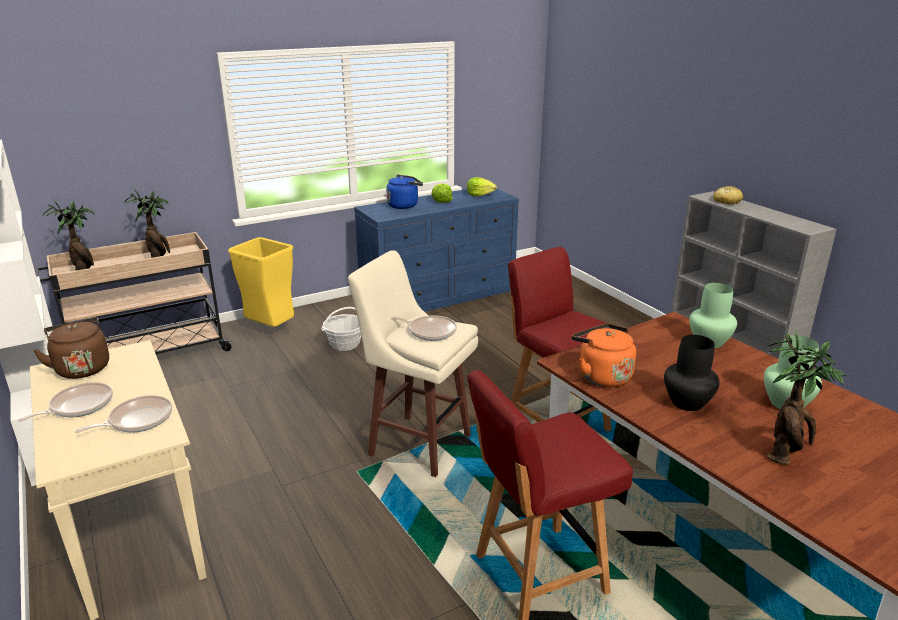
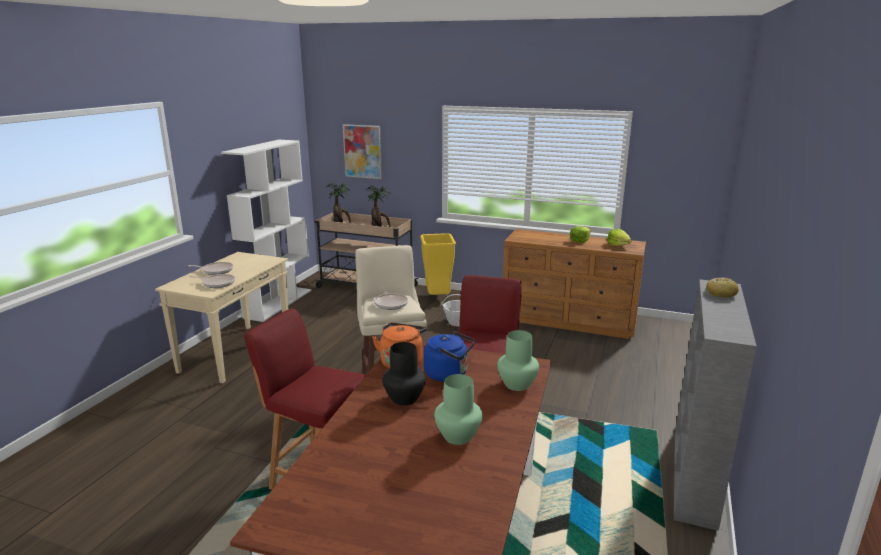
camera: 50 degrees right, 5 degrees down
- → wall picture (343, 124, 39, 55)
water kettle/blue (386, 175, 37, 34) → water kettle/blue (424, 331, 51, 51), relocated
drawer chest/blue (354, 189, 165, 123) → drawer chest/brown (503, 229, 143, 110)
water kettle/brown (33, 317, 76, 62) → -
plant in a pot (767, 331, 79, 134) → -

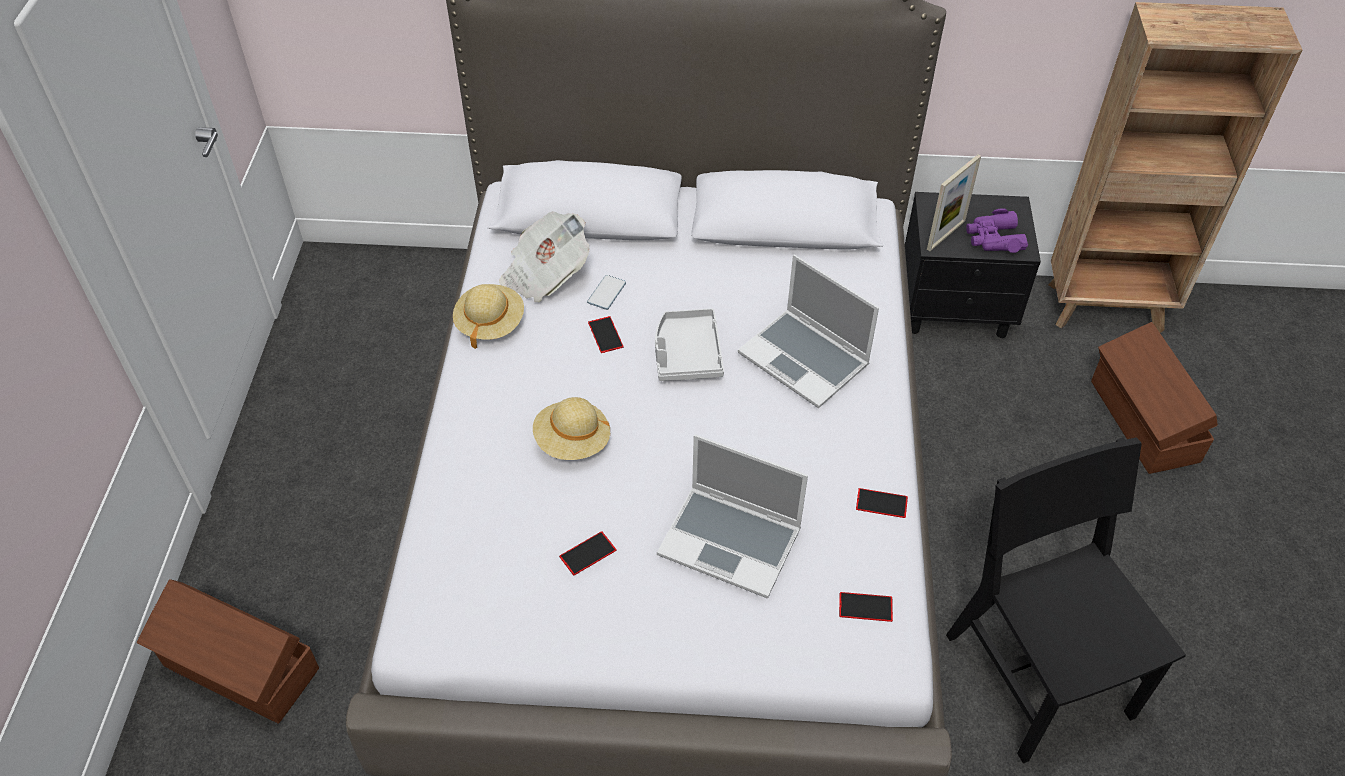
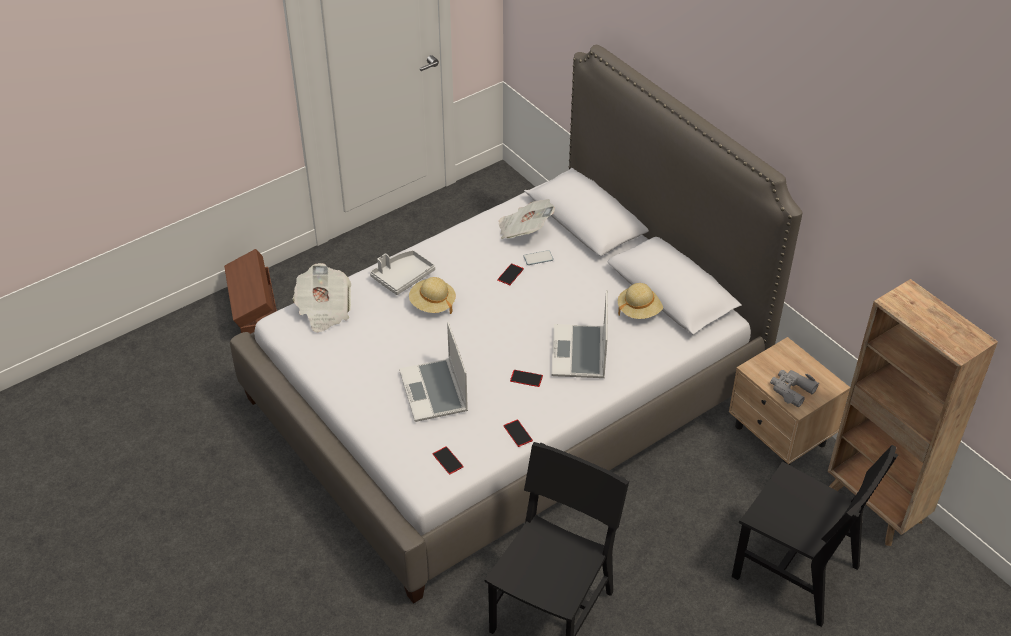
camera: 50 degrees right, 5 degrees down
- → daily paper (293, 263, 58, 70)
carrying tray/grey (655, 308, 69, 73) → carrying tray/grey (370, 250, 65, 45), relocated
telephone (559, 531, 57, 44) → telephone (510, 370, 33, 17), relocated
hat/beige-coloured (453, 284, 71, 65) → hat/beige-coloured (618, 283, 45, 36), relocated
bedside table/blackish (905, 192, 136, 146) → bedside table/beige-coloured (729, 337, 121, 128)
storage box/brown (1091, 322, 127, 152) → upright chair/blackish (732, 445, 166, 182)
pair of binoculars/purple (966, 208, 62, 45) → pair of binoculars/grey (770, 370, 49, 37)
picture frame (927, 154, 54, 97) → -

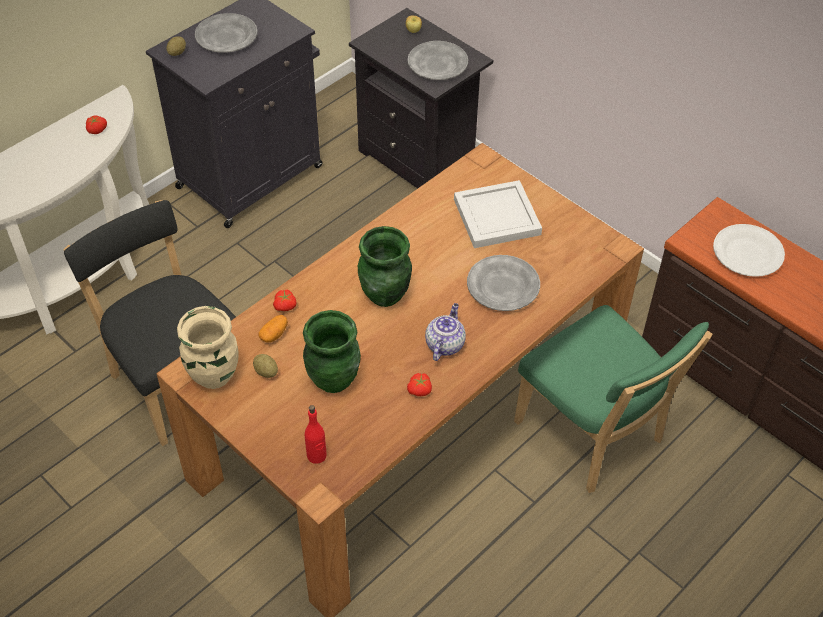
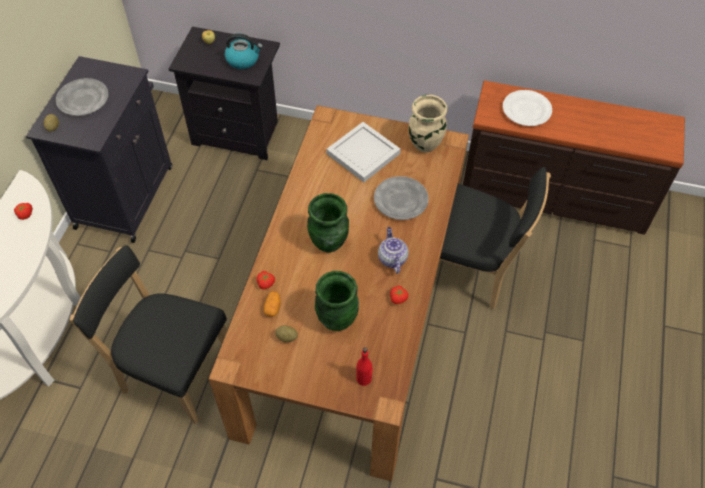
camera: 30 degrees left, 5 degrees up
dinner plate/grey (408, 41, 60, 39) → water kettle (225, 33, 38, 36)
decorative vase/beige-coloured (177, 306, 62, 83) → decorative vase/beige-coloured (409, 95, 39, 57), relocated
upright chair/green (514, 305, 199, 188) → upright chair/blackish (440, 167, 111, 142)

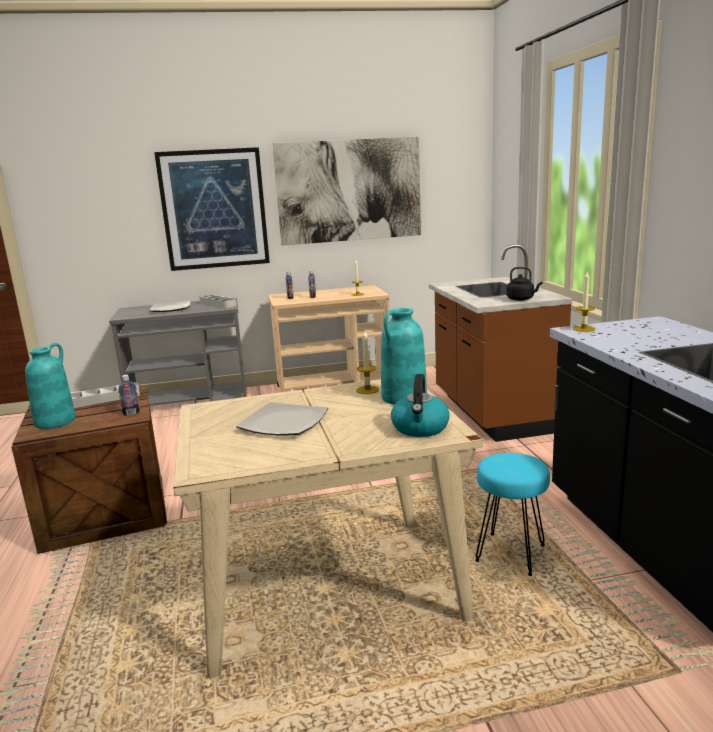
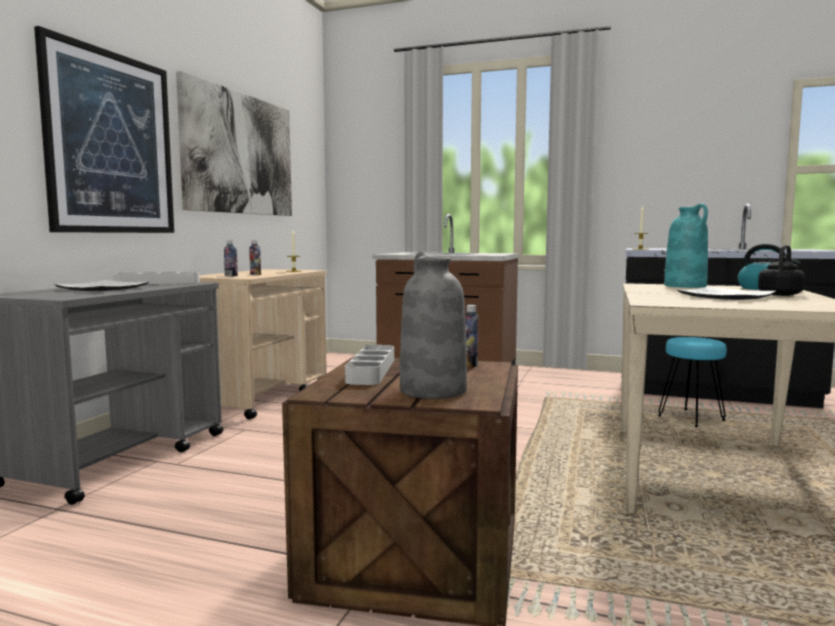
camera: 60 degrees left, 10 degrees down
decorative vase/turquoise-coloured (25, 342, 51, 87) → decorative vase/grey (400, 252, 67, 147)
water kettle/blackish (506, 267, 37, 34) → water kettle/blackish (758, 245, 47, 51), relocated
candle (356, 329, 23, 65) → -

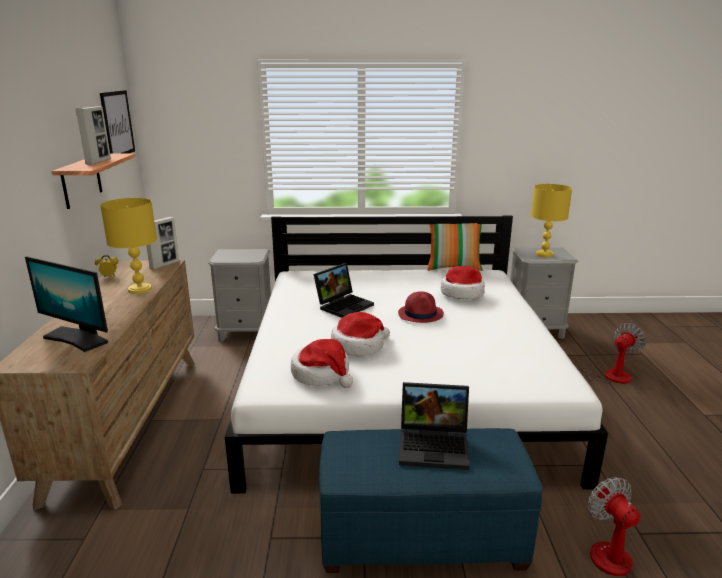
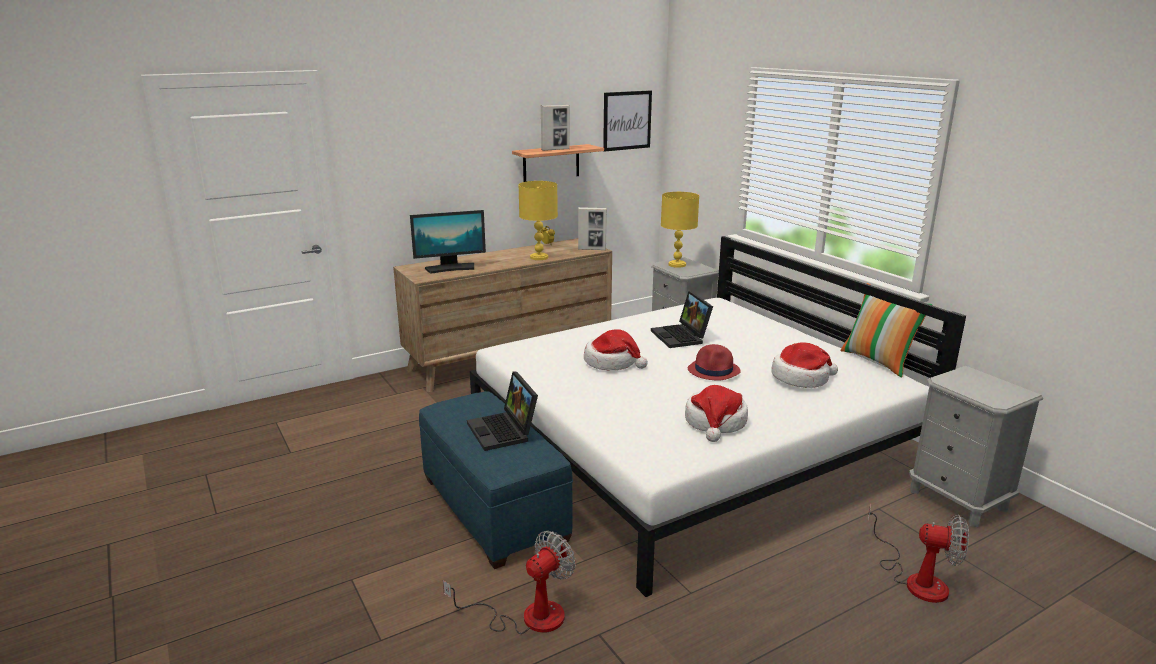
camera: 60 degrees right, 0 degrees up
monitor (25, 256, 83, 96) → monitor (410, 210, 76, 64), 105 degrees counterclockwise
portable computer (314, 263, 60, 55) → portable computer (651, 291, 62, 57), 60 degrees clockwise
table lamp/yellow (531, 184, 41, 73) → table lamp/yellow (661, 192, 38, 76), relocated
hat (291, 339, 62, 49) → hat (685, 385, 63, 57), relocated

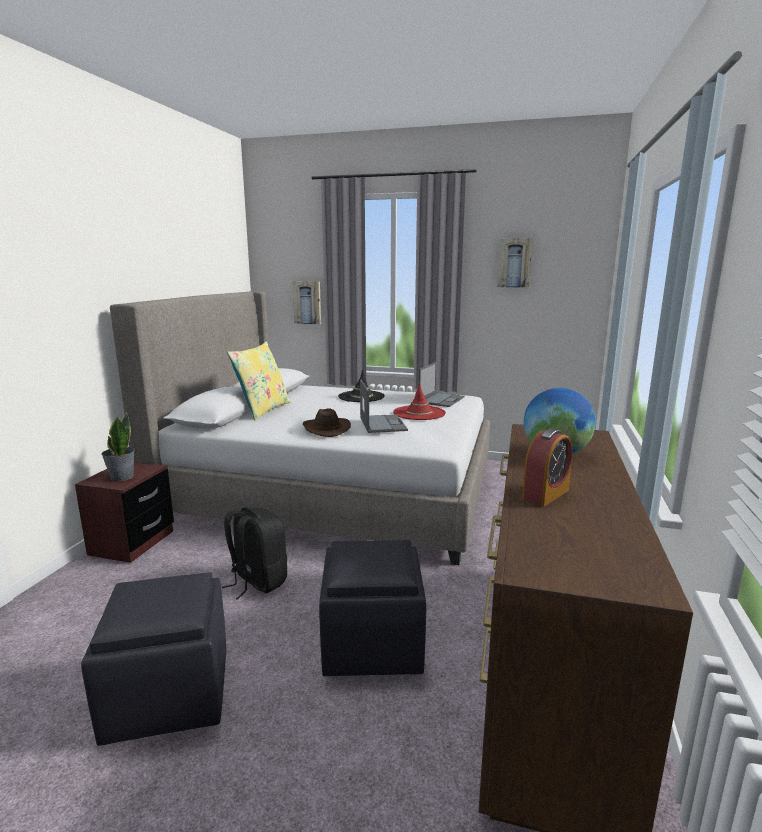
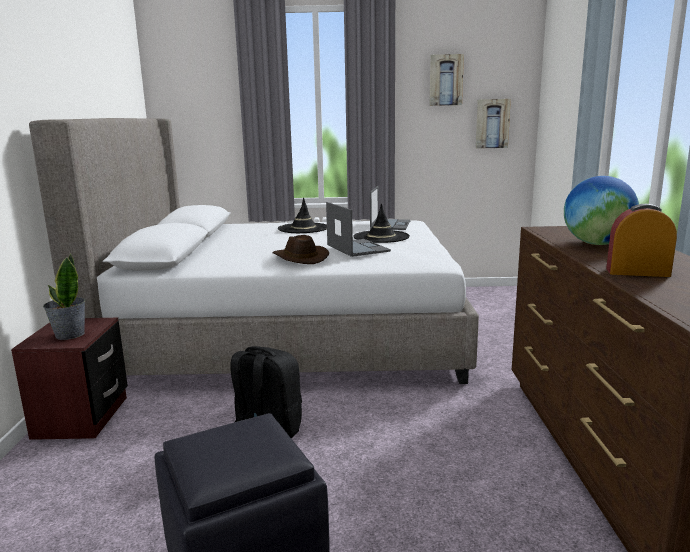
camera: 15 degrees left, 0 degrees up
hat/red-coloured (393, 382, 53, 38) → hat/blackish (353, 203, 57, 40)
wall picture (292, 281, 29, 43) → wall picture (476, 99, 35, 50), relocated
table clock (522, 429, 51, 78) → table clock (606, 204, 71, 73), 105 degrees counterclockwise
throw pillow/yellow (227, 342, 63, 78) → -
pouffe/blackish (319, 540, 107, 136) → -

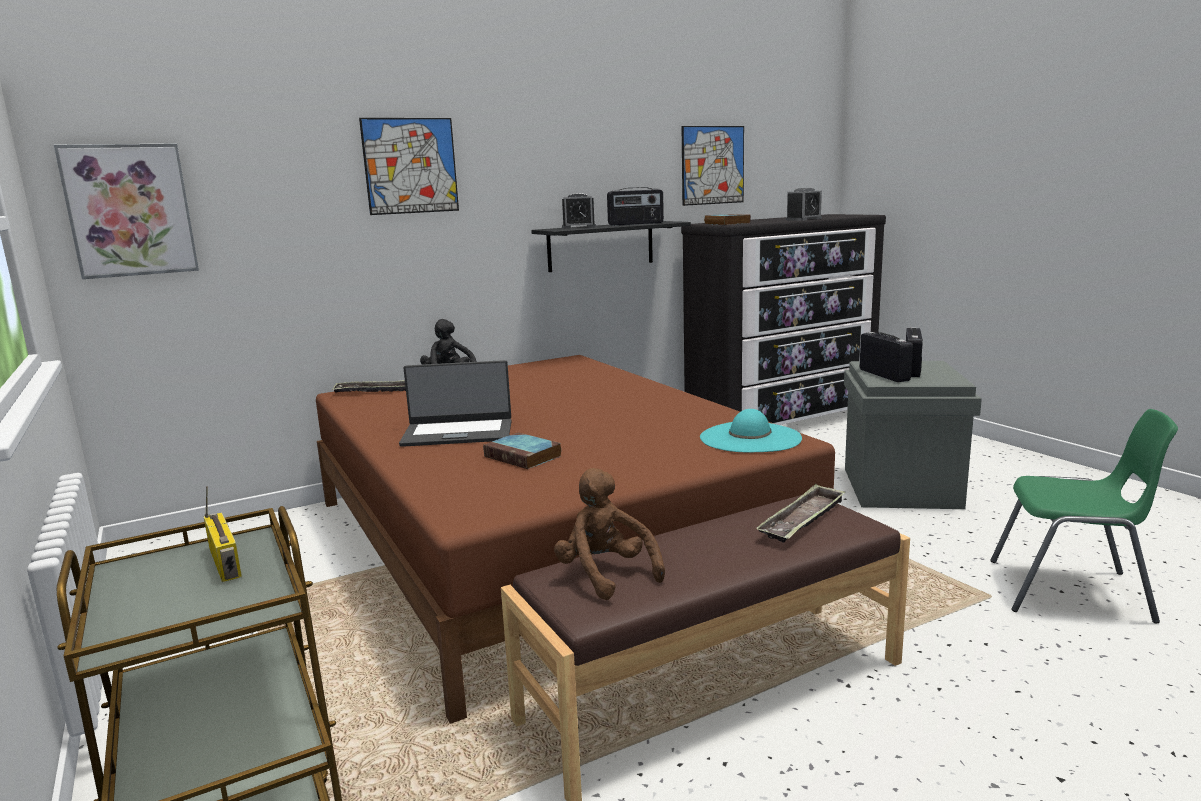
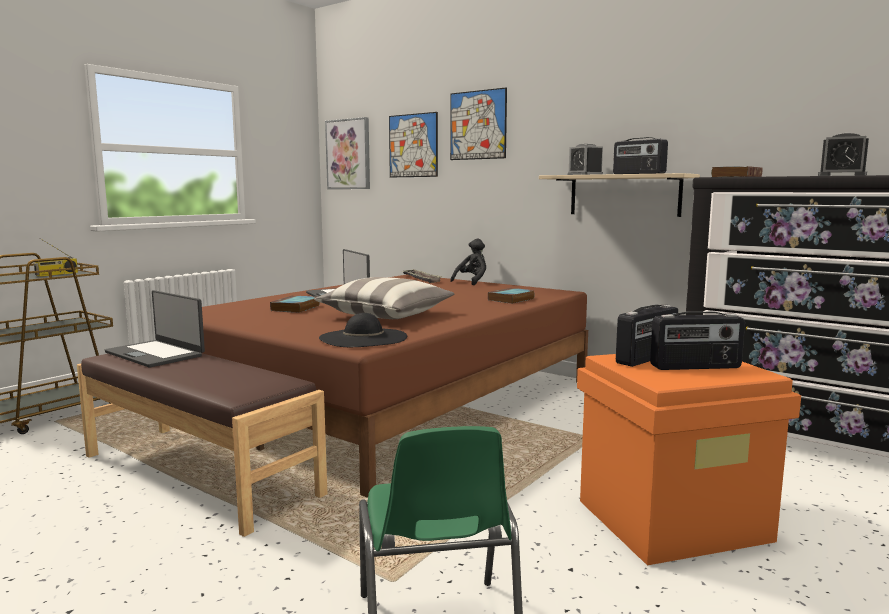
camera: 65 degrees right, 5 degrees down
cuddly toy/brown (554, 468, 111, 132) → portable computer (105, 290, 100, 78)
- → throw pillow (314, 277, 141, 42)
hat/turquoise-coloured (700, 409, 102, 43) → hat/blackish (319, 313, 88, 34)
wall picture (682, 126, 62, 80) → wall picture (389, 112, 49, 65), relocated
- → volume (488, 288, 47, 16)
bracket shelf/blackish (531, 221, 160, 51) → bracket shelf/beige-coloured (539, 173, 161, 44)
storage box/grey (844, 361, 138, 148) → storage box/orange-coloured (577, 354, 224, 211)
carrying tray (756, 484, 89, 59) → -

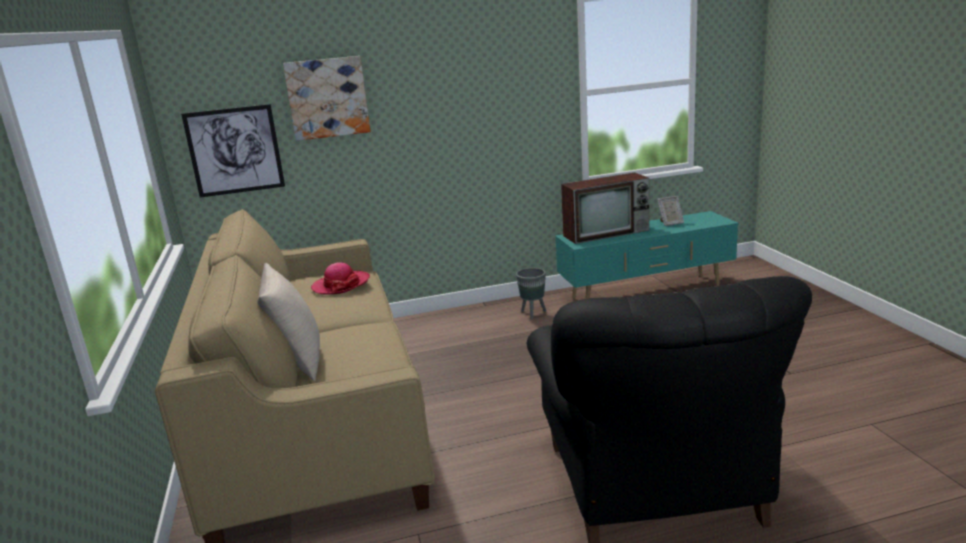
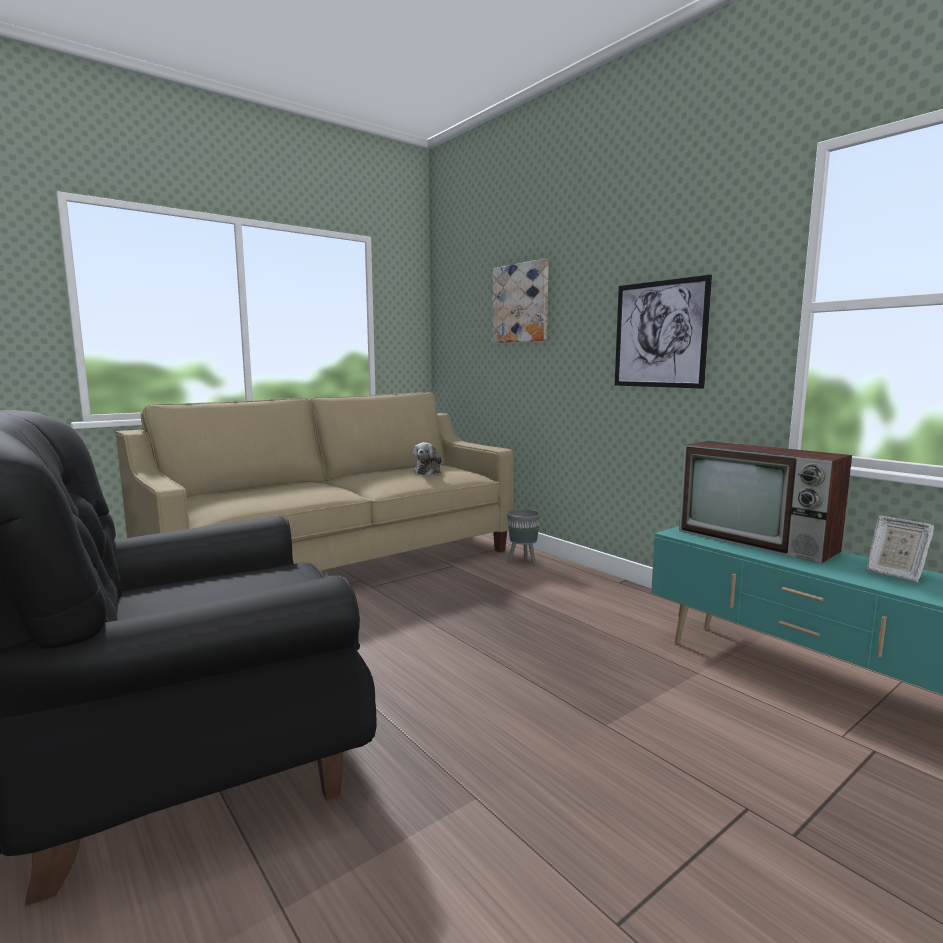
camera: 65 degrees right, 10 degrees down
hat (311, 262, 59, 32) → cuddly toy (413, 442, 29, 33)
flower pot/grey (516, 268, 30, 52) → flower pot/grey (507, 509, 34, 57), relocated
wall picture (181, 104, 104, 94) → wall picture (615, 275, 97, 114), relocated
throw pillow/beige-coloured (257, 263, 63, 119) → -

